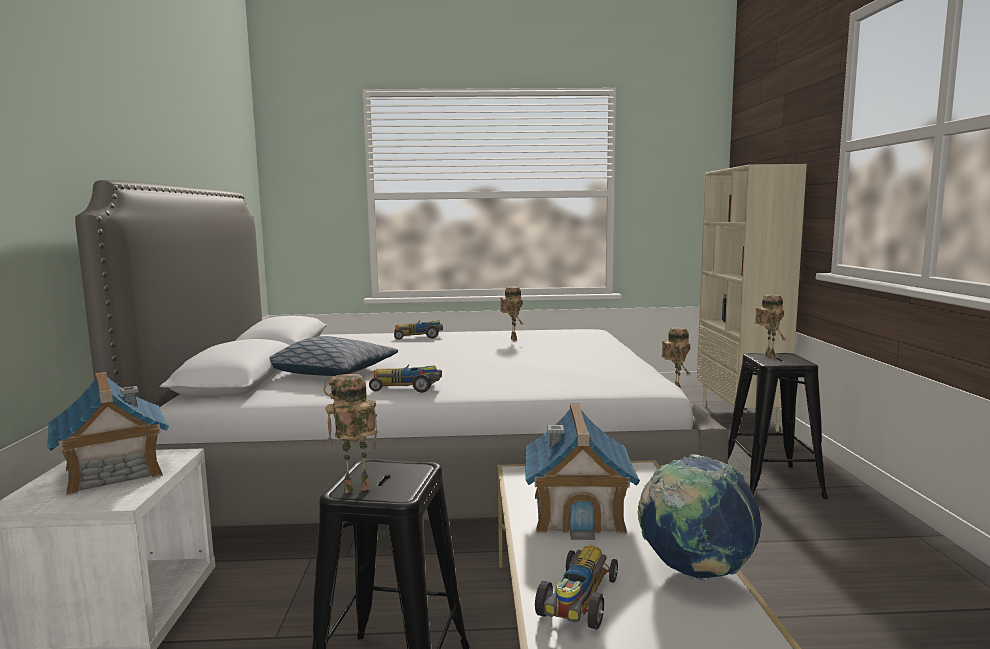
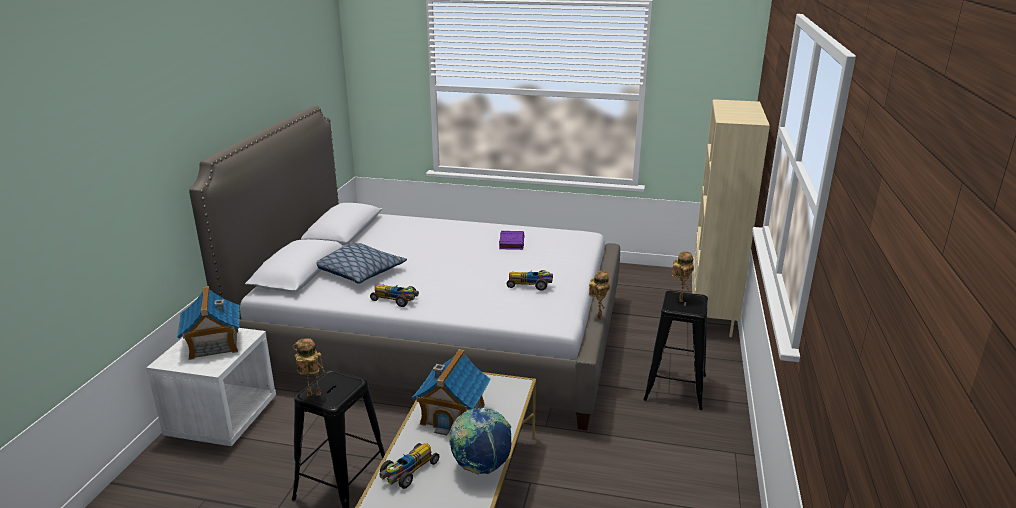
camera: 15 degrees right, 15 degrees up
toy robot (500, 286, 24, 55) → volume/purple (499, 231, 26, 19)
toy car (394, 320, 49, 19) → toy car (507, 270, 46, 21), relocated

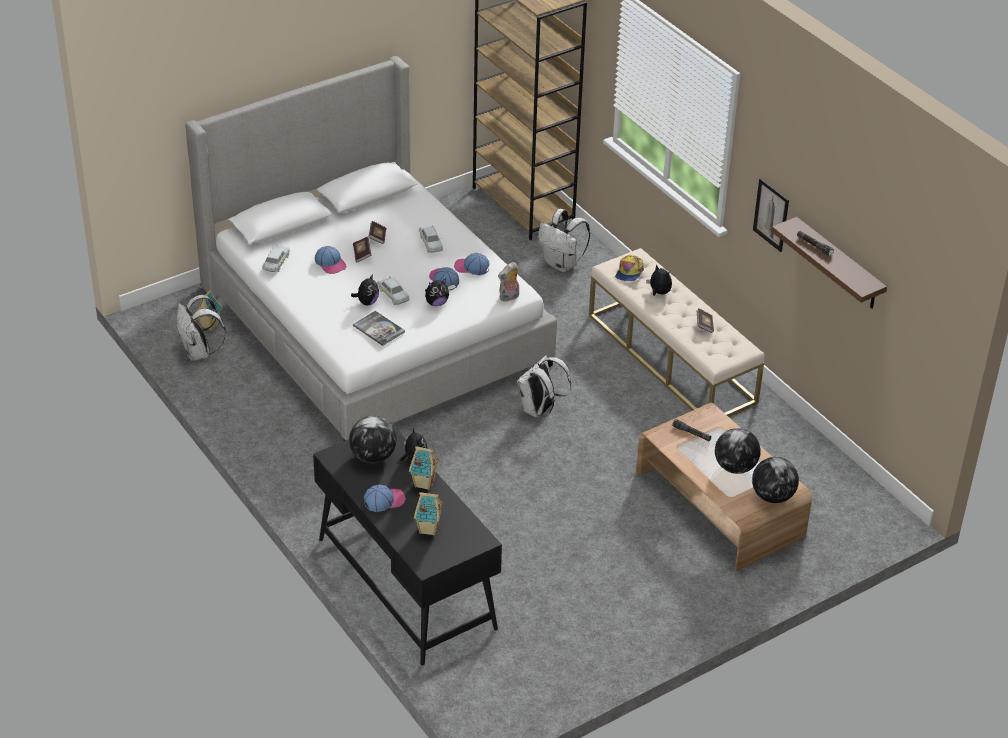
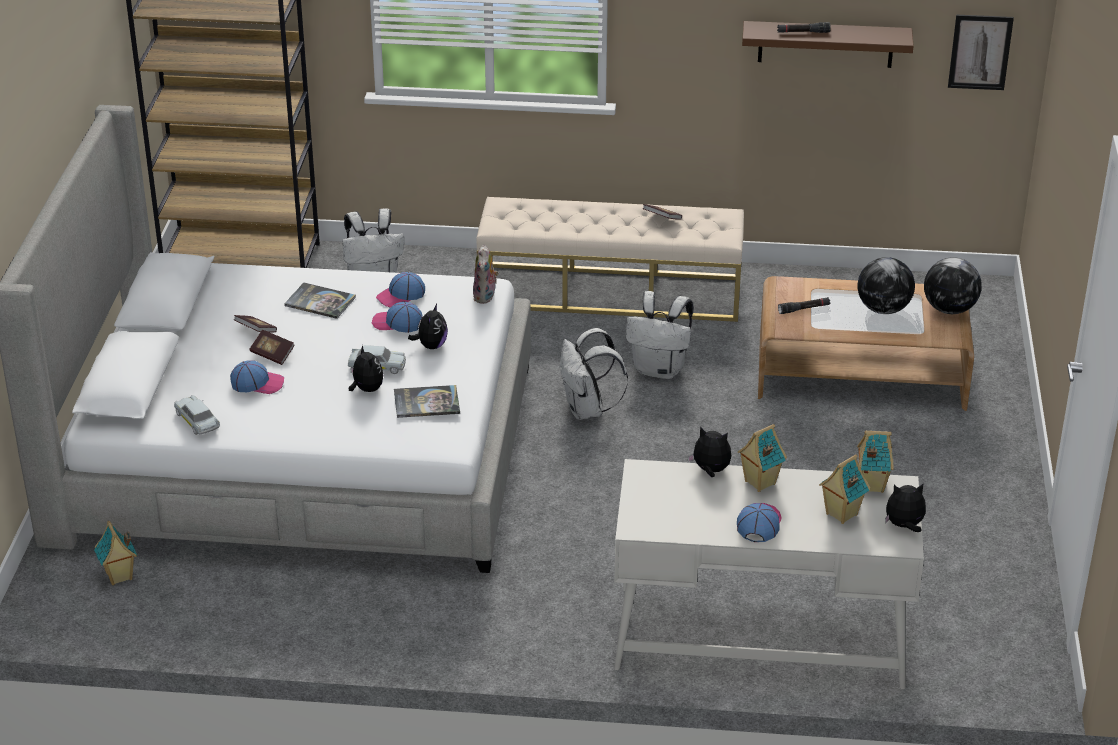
camera: 50 degrees left, 5 degrees down
toy car/whitish (419, 225, 24, 28) → volume (284, 283, 72, 36)
desk/blackish (313, 422, 189, 243) → desk/whitish (614, 459, 310, 230)
knapsack/whitish (177, 295, 49, 66) → knapsack/whitish (626, 291, 67, 88), relocated
- → toy house (857, 431, 36, 62)
cuddly toy (646, 264, 26, 32) → cuddly toy (885, 484, 41, 48), relocated
wall picture (753, 178, 36, 74) → wall picture (948, 15, 66, 75), relocated
globe (349, 416, 48, 47) → -
cap (615, 254, 29, 27) → -

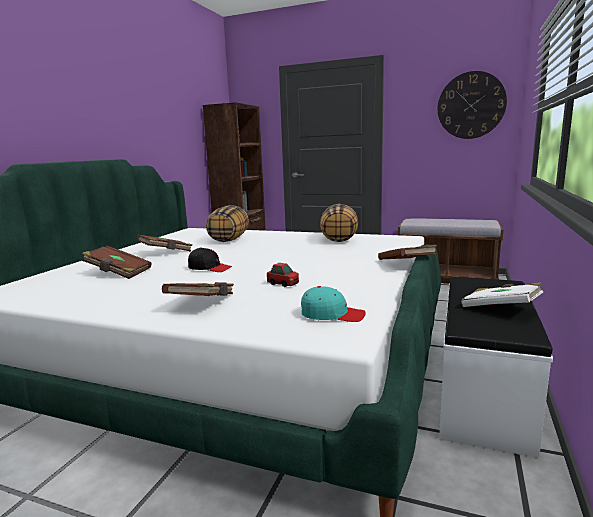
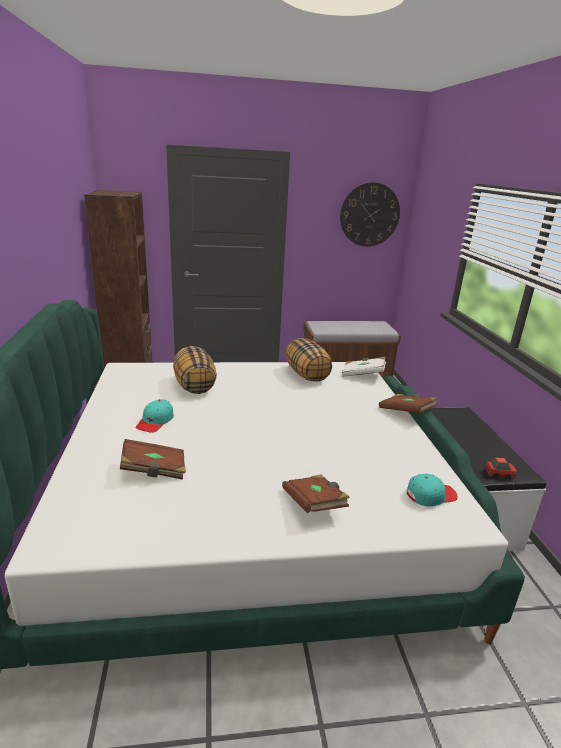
camera: 30 degrees left, 10 degrees up
volume/brown (137, 235, 55, 17) → cap/turquoise-coloured (136, 399, 38, 34)
volume/whitish (461, 282, 82, 25) → volume/whitish (342, 357, 44, 20), relocated
toy car (267, 263, 32, 24) → toy car (485, 457, 32, 22), relocated
cap/blackish (188, 247, 44, 25) → -

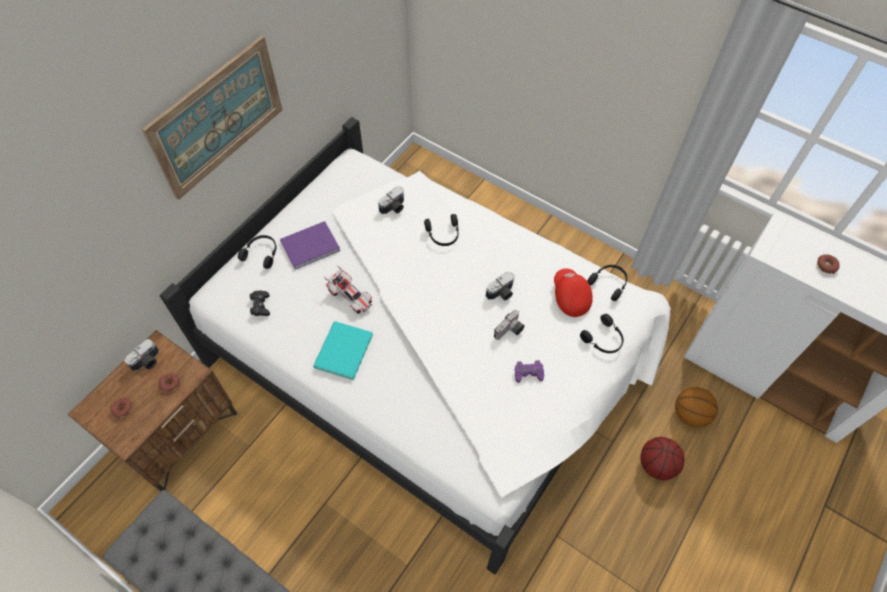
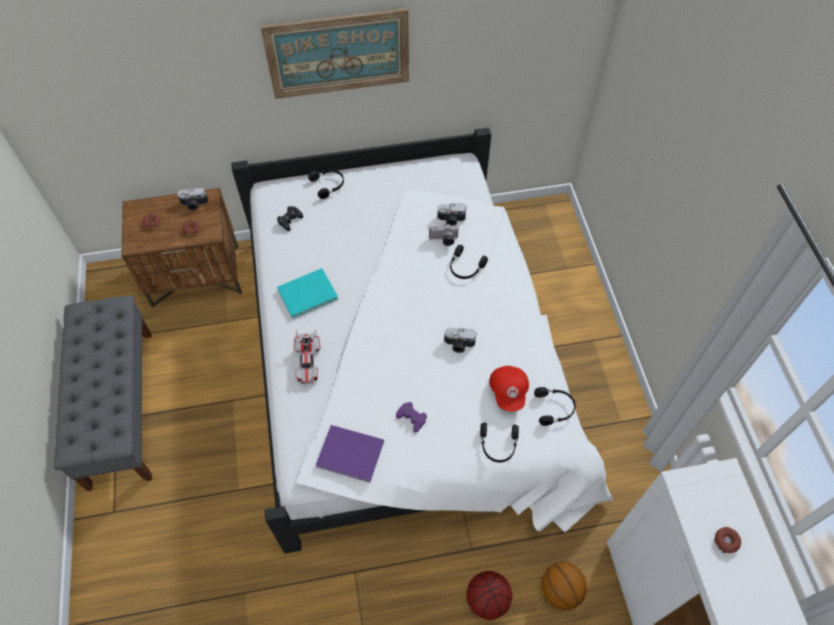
camera: 45 degrees right, 0 degrees up
toy car (324, 266, 48, 48) → toy car (294, 329, 27, 55), relocated
volume/purple (280, 221, 60, 48) → volume/purple (316, 425, 68, 57), relocated
still camera (494, 310, 30, 30) → still camera (429, 224, 30, 22), relocated
cap/red-coloured (554, 268, 39, 49) → cap/red-coloured (489, 366, 40, 46), 150 degrees clockwise

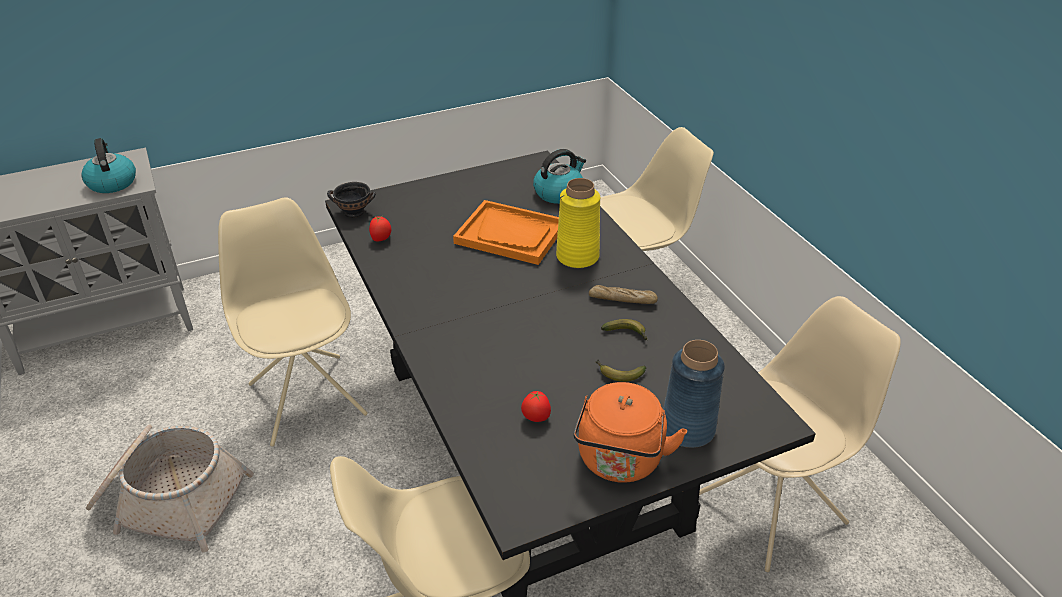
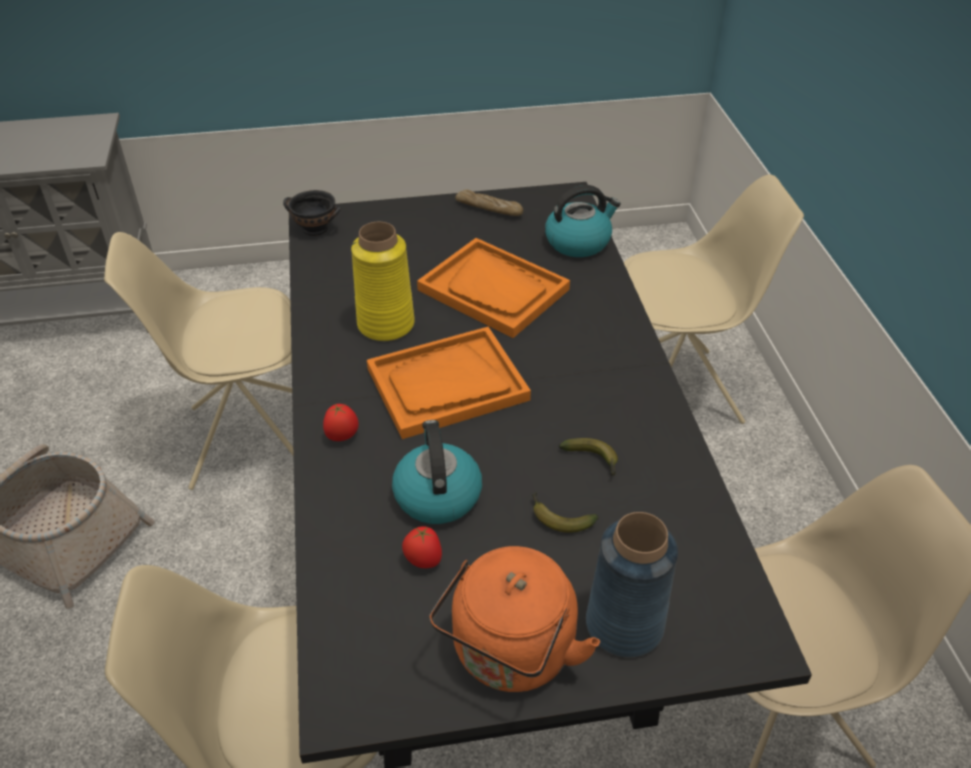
camera: 15 degrees right, 5 degrees up
upright chair/beige-coloured (218, 197, 150, 250) → upright chair/beige-coloured (104, 232, 189, 258), 90 degrees counterclockwise
fresh tomato (369, 216, 22, 26) → fresh tomato (323, 404, 36, 37), relocated
decorative vase/yellow (556, 178, 44, 90) → decorative vase/yellow (351, 222, 64, 119), relocated
- → carrying tray/orange-coloured (367, 327, 164, 112)
water kettle (81, 138, 55, 55) → water kettle (392, 420, 90, 104), relocated
bread (589, 285, 69, 19) → bread (455, 190, 68, 26), relocated

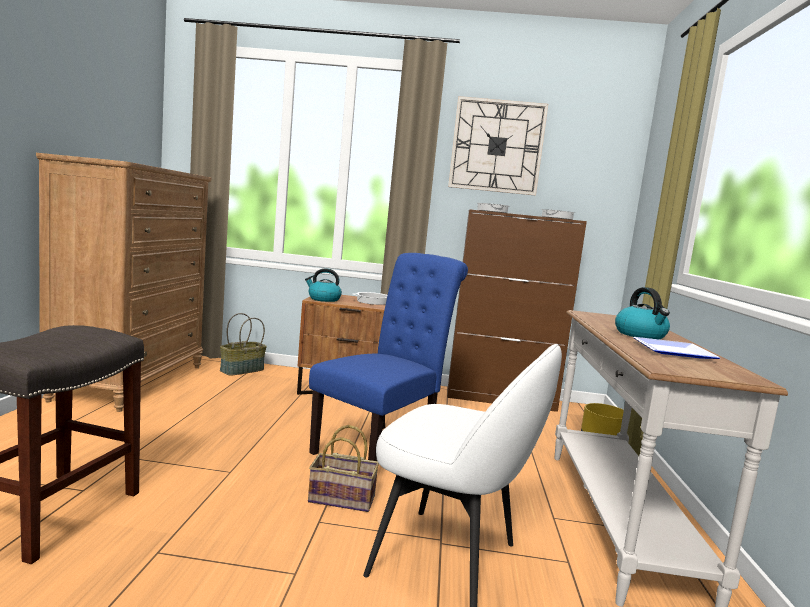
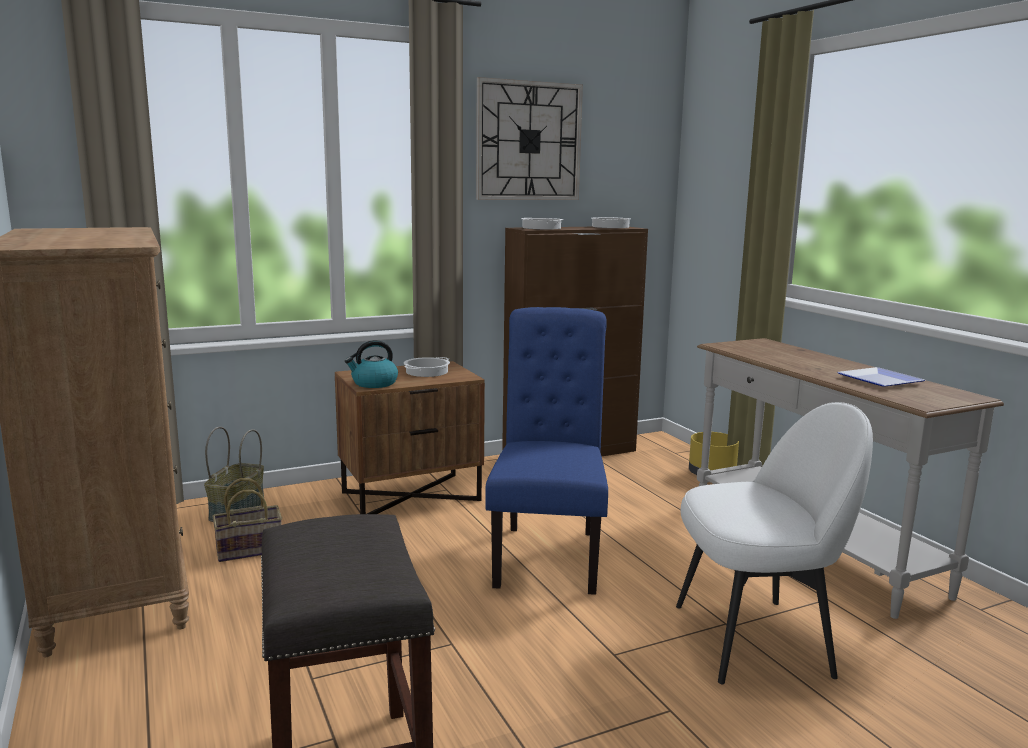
camera: 30 degrees left, 5 degrees up
storage basket (308, 425, 71, 87) → storage basket (212, 478, 70, 84), relocated
water kettle (615, 287, 55, 52) → -

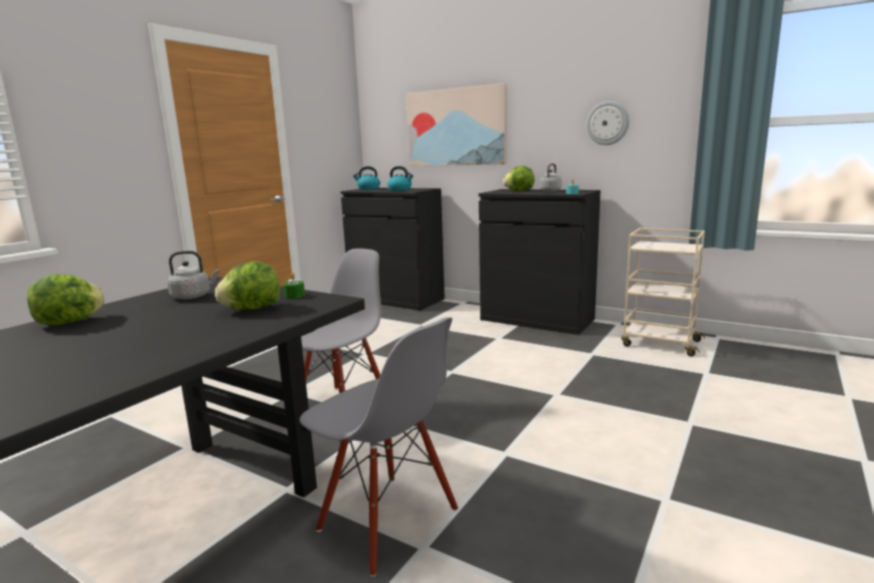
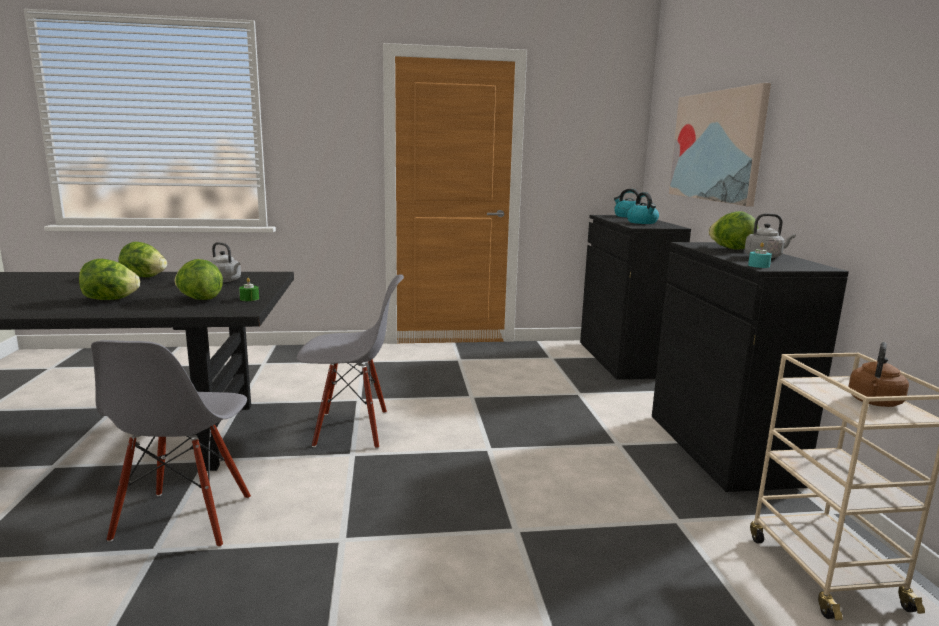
camera: 50 degrees right, 0 degrees up
- → head of lettuce (79, 259, 61, 41)
- → water kettle/brown (848, 342, 61, 65)
wall clock (586, 101, 43, 44) → -

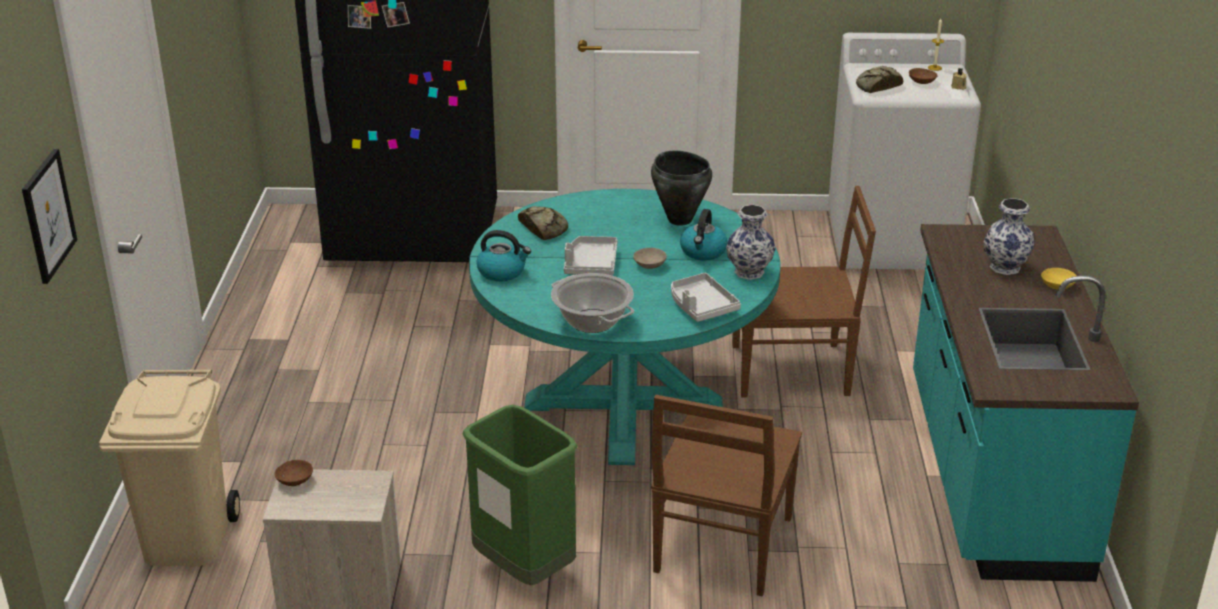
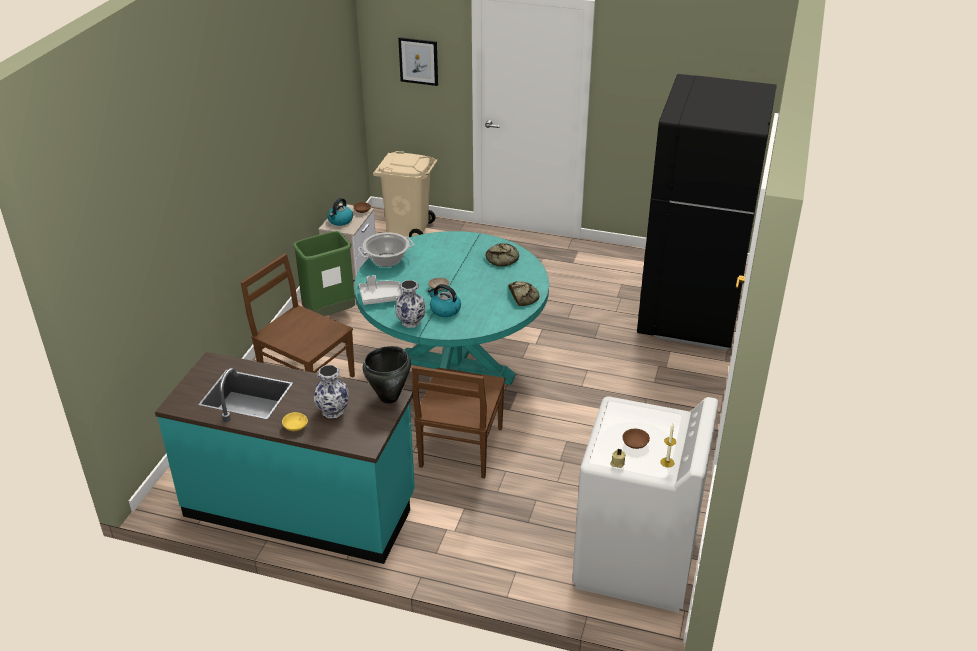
camera: 105 degrees right, 5 degrees up
water kettle (476, 230, 55, 51) → water kettle (327, 198, 26, 28), relocated
saucepot/blackish (651, 151, 61, 75) → saucepot/blackish (362, 346, 49, 58), relocated
bread (856, 66, 47, 27) → bread (509, 281, 31, 25), relocated
carrying tray/grey (564, 236, 54, 39) → -

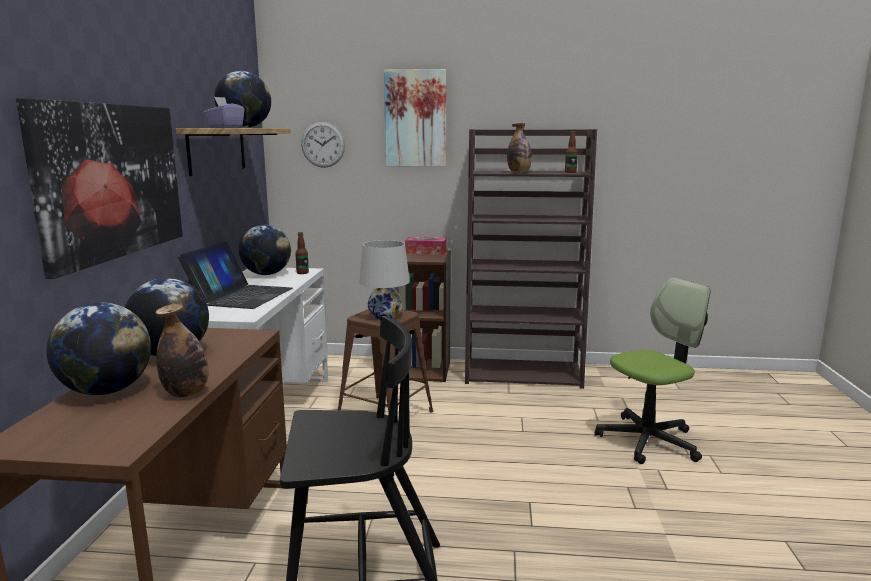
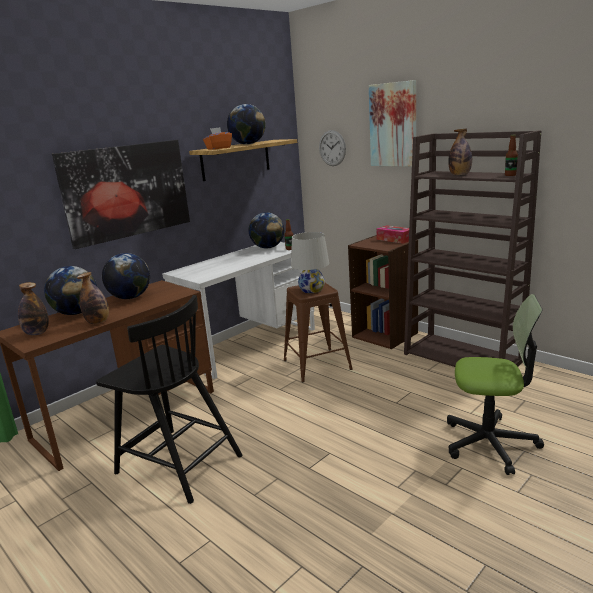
camera: 40 degrees right, 5 degrees up
- → drink bottle (18, 282, 31, 53)
tissue holder/purple (203, 97, 41, 31) → tissue holder/orange-coloured (203, 127, 29, 22)
portable computer (178, 241, 115, 68) → -

